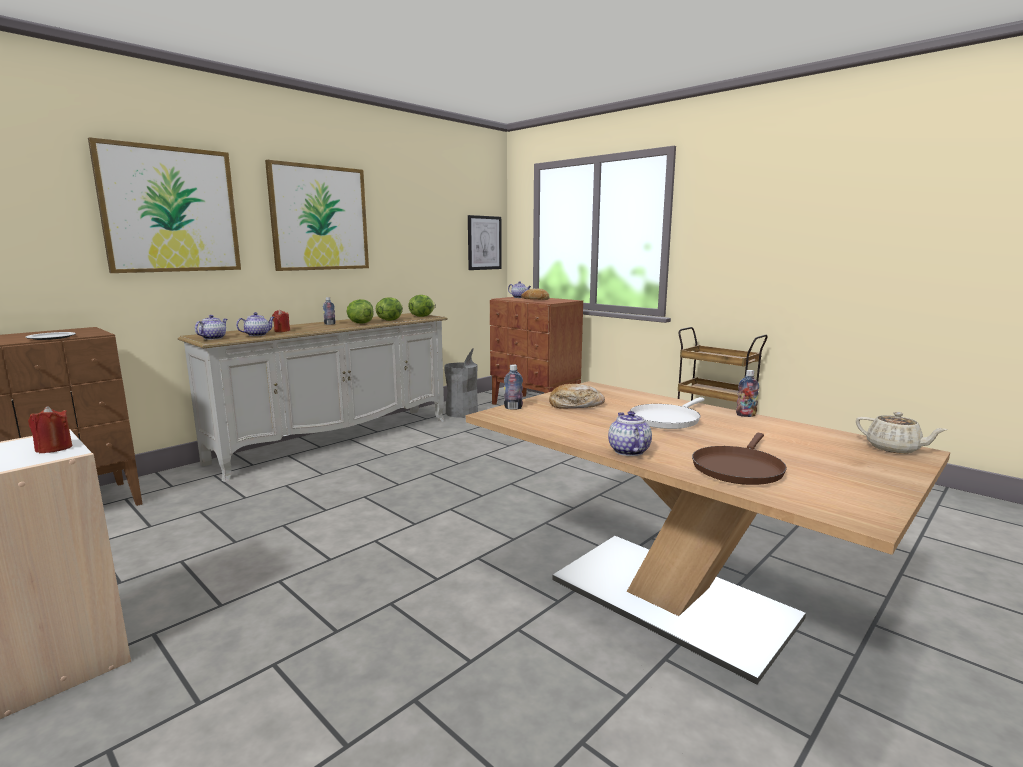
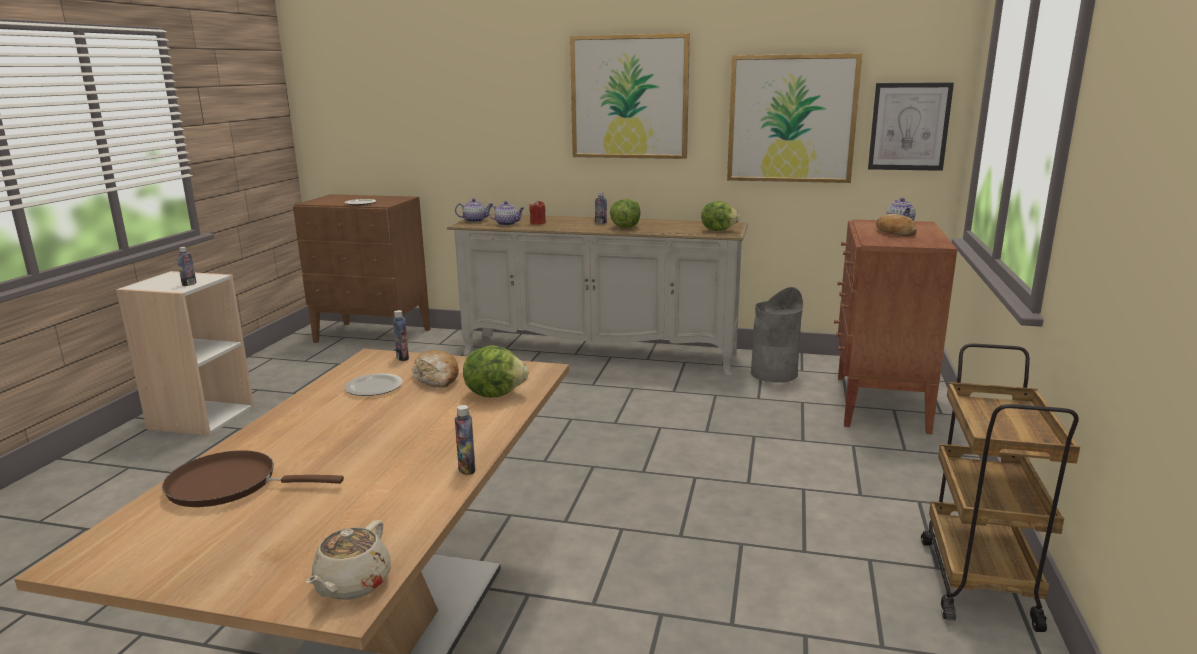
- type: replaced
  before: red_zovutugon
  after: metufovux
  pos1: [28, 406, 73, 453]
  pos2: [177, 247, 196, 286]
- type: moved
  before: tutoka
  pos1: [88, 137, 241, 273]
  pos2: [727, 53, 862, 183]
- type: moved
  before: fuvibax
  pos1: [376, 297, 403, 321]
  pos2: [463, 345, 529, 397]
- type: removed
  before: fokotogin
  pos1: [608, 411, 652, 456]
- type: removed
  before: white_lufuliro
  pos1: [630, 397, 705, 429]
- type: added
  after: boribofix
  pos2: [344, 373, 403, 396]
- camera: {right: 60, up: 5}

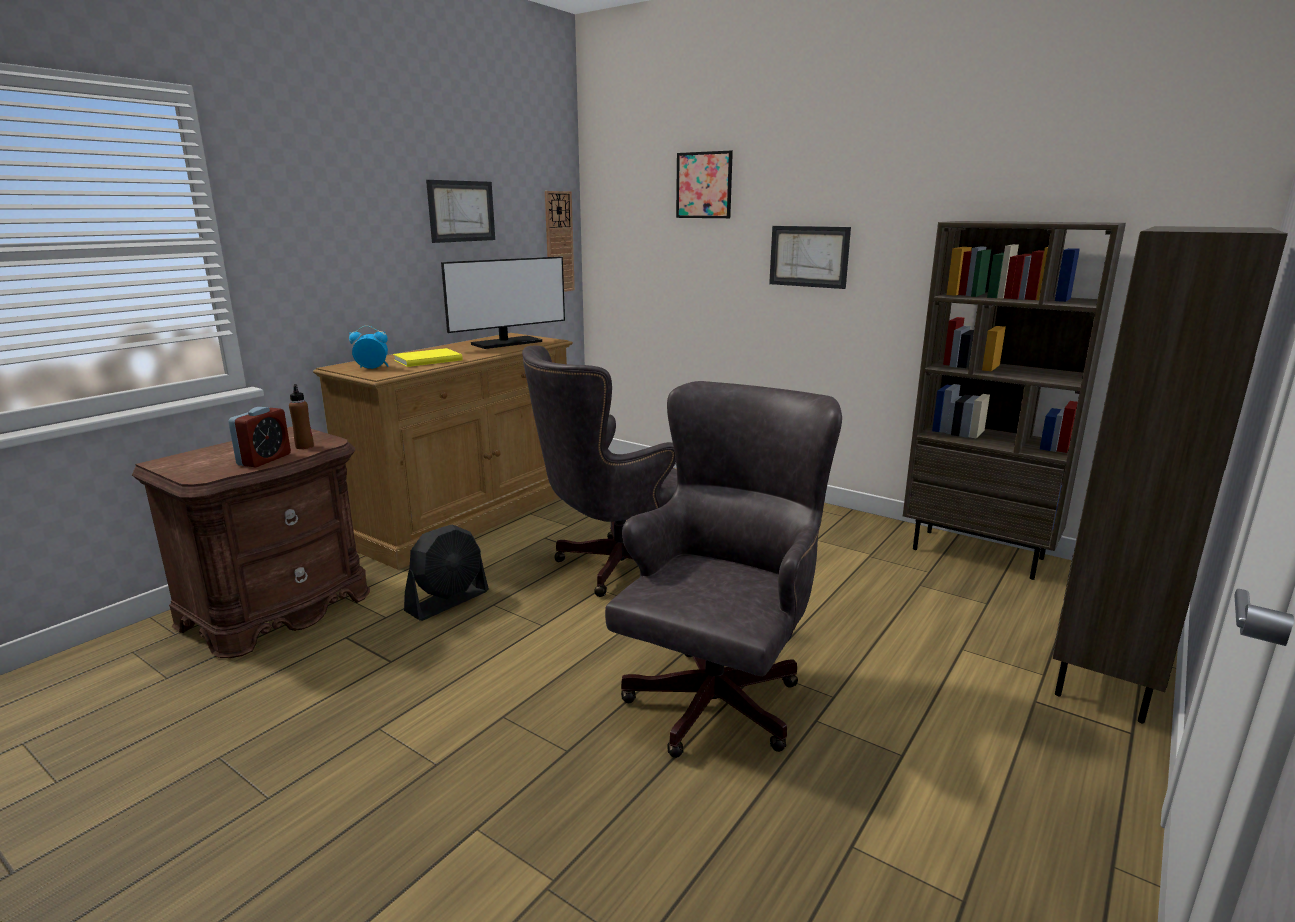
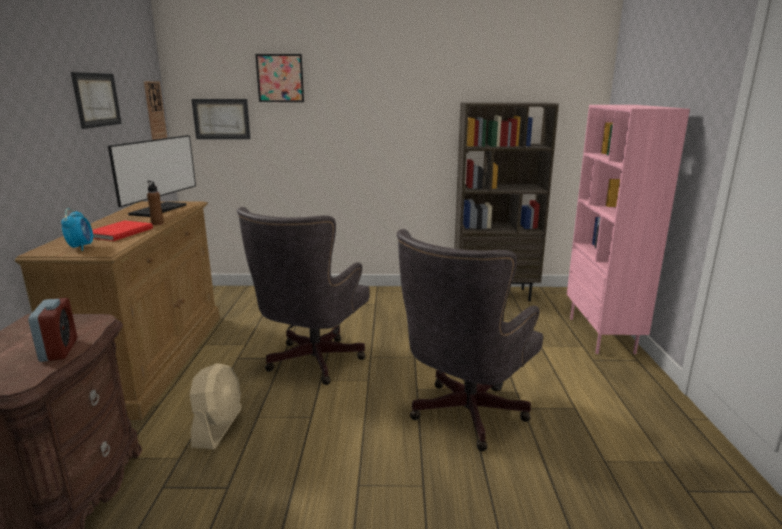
- type: moved
  before: brown_metufovux
  pos1: [289, 384, 314, 449]
  pos2: [147, 181, 164, 225]
- type: turned
  before: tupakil
  pos1: [349, 326, 389, 369]
  pos2: [61, 208, 93, 251]
  turn: 120
- type: recoloured
  before: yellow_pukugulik
  after: red_pukugulik
  pos1: [393, 348, 463, 367]
  pos2: [92, 220, 153, 241]
- type: recoloured
  before: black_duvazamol
  after: beige_duvazamol
  pos1: [404, 525, 489, 621]
  pos2: [190, 363, 242, 449]
- type: turned
  before: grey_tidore
  pos1: [605, 381, 842, 758]
  pos2: [397, 229, 543, 451]
  turn: -135
- type: moved
  before: tutoka
  pos1: [769, 226, 851, 289]
  pos2: [192, 99, 251, 139]
- type: recoloured
  before: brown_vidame
  after: pink_vidame
  pos1: [1053, 226, 1288, 723]
  pos2: [567, 105, 690, 354]
- camera: {right: -35, up: 0}

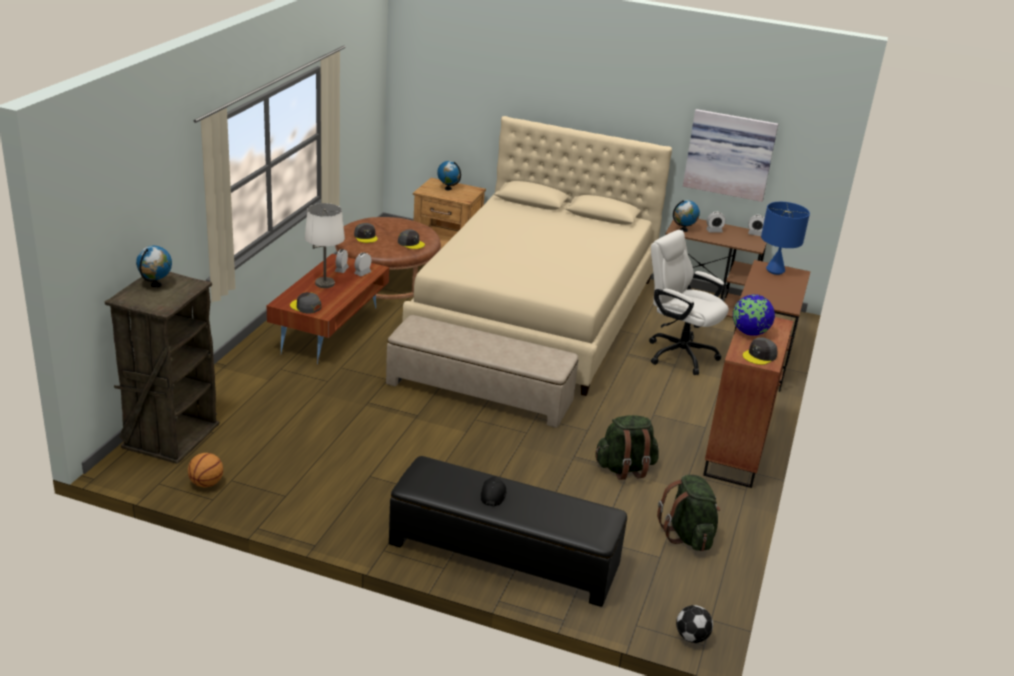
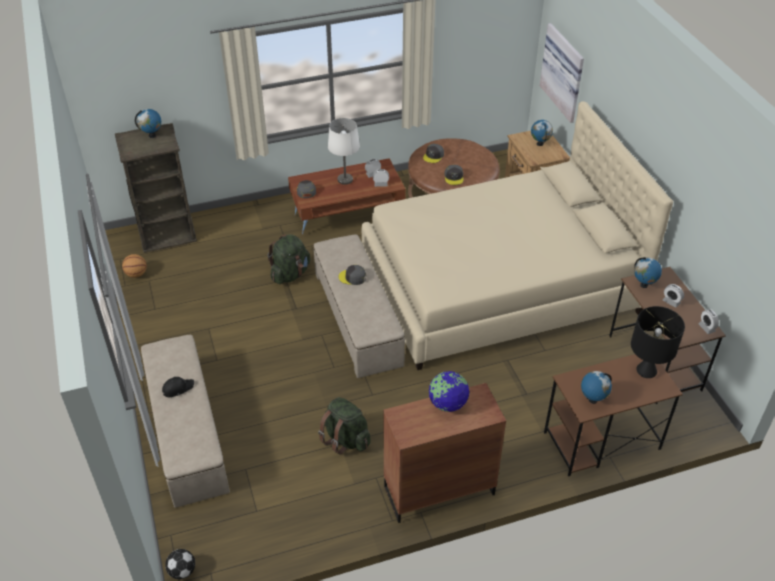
- type: recoloured
  before: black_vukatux
  after: beige_vukatux
  pos1: [389, 456, 627, 607]
  pos2: [141, 335, 230, 508]
- type: removed
  before: white_tidore
  pos1: [649, 230, 729, 375]
- type: moved
  before: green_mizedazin
  pos1: [657, 475, 721, 551]
  pos2: [268, 234, 310, 284]
- type: moved
  before: tutoka
  pos1: [683, 109, 778, 202]
  pos2: [540, 23, 584, 123]
- type: moved
  before: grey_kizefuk
  pos1: [743, 337, 778, 365]
  pos2: [338, 265, 366, 285]
- type: recoloured
  before: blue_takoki
  after: black_takoki
  pos1: [761, 202, 810, 275]
  pos2: [631, 306, 685, 378]
- type: added
  after: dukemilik
  pos2: [581, 371, 612, 404]
- camera: {right: 55, up: 15}

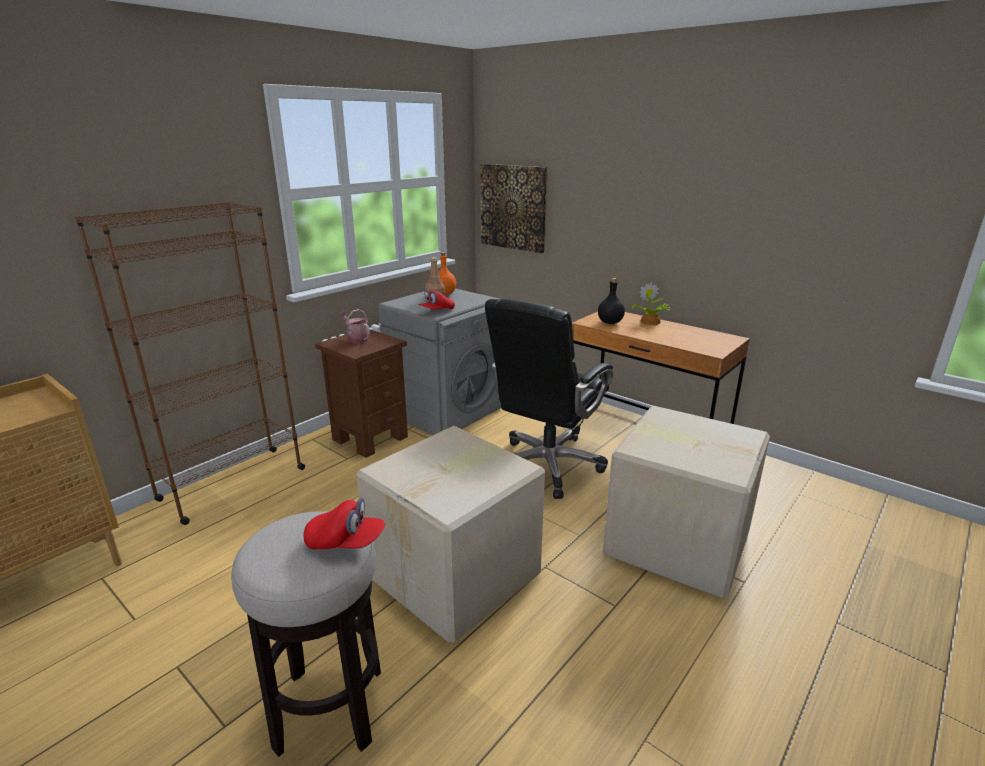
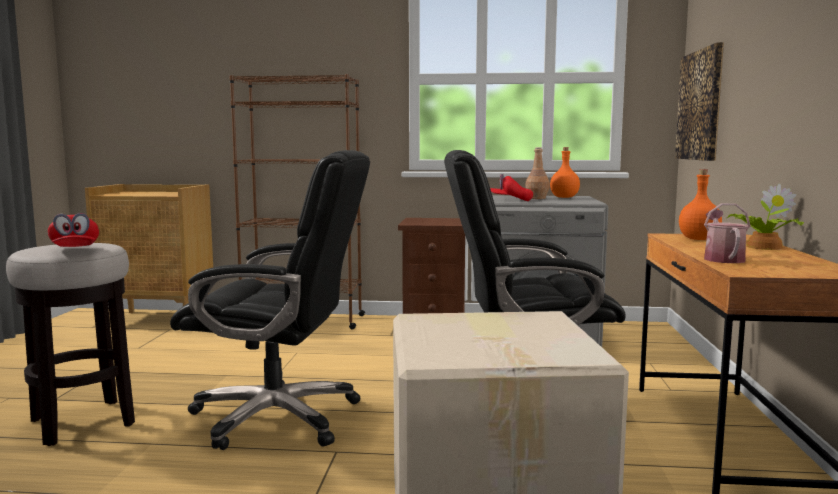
- type: moved
  before: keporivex
  pos1: [339, 309, 370, 343]
  pos2: [704, 203, 751, 263]
- type: replaced
  before: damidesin
  after: black_tidore
  pos1: [356, 426, 545, 643]
  pos2: [170, 150, 370, 450]
- type: recoloured
  before: black_metufovux
  after: orange_metufovux
  pos1: [598, 278, 625, 324]
  pos2: [679, 169, 722, 240]
- camera: {right: 55, up: -15}

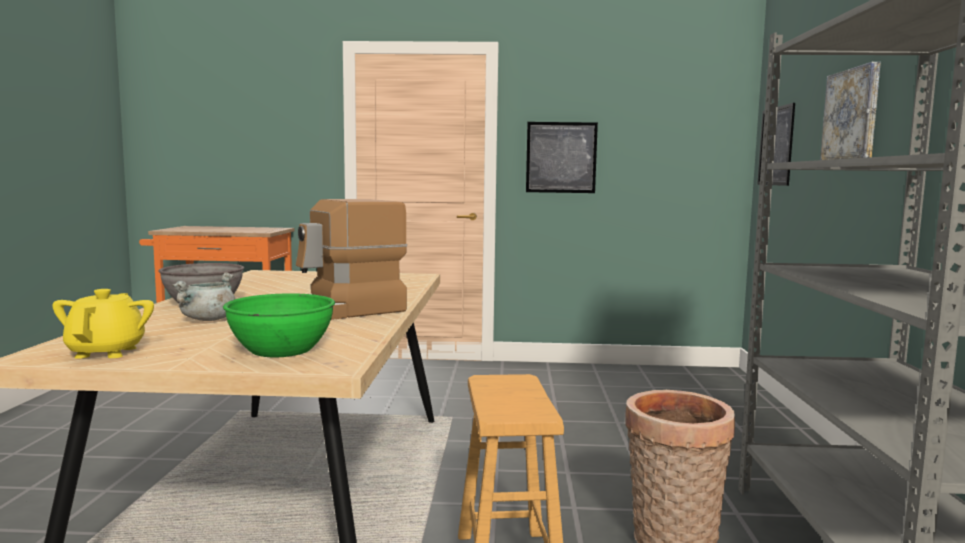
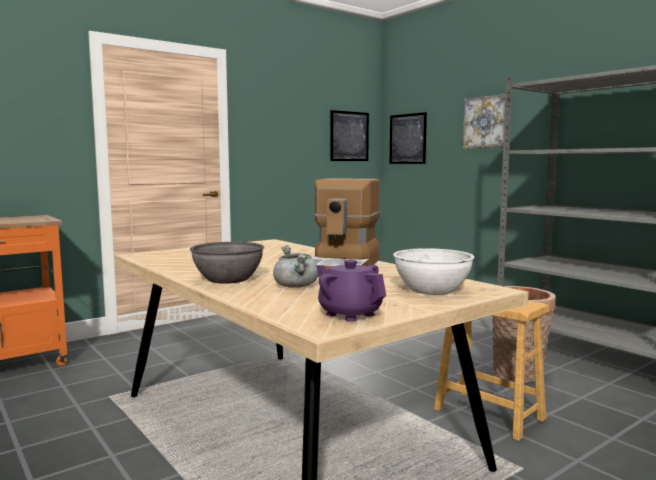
- type: recoloured
  before: yellow_fokotogin
  after: purple_fokotogin
  pos1: [52, 289, 154, 359]
  pos2: [316, 260, 386, 322]
- type: recoloured
  before: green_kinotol
  after: white_kinotol
  pos1: [223, 293, 335, 357]
  pos2: [393, 248, 474, 295]
- type: moved
  before: tutoka
  pos1: [526, 122, 598, 193]
  pos2: [330, 110, 369, 161]
- camera: {right: -40, up: 0}

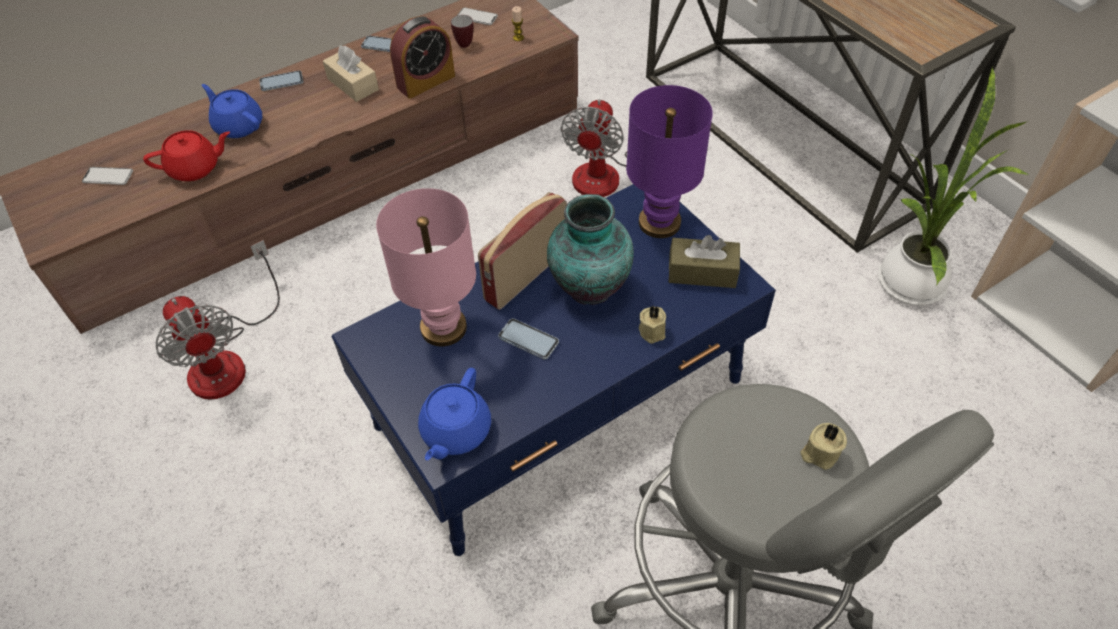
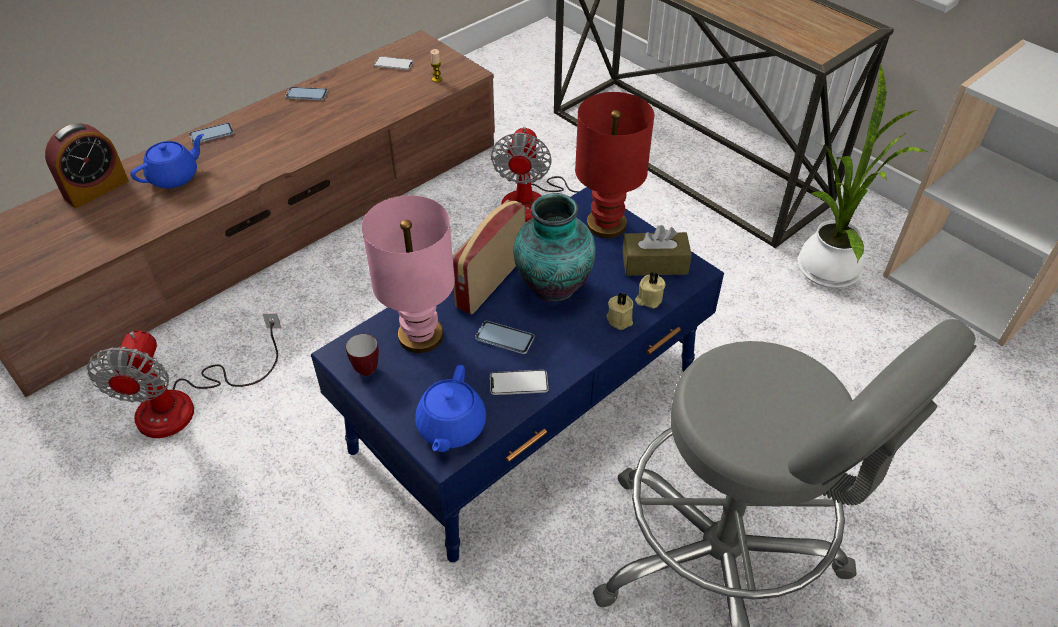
- type: moved
  before: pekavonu
  pos1: [82, 167, 133, 185]
  pos2: [490, 370, 549, 395]
- type: removed
  before: red_fokotogin
  pos1: [143, 130, 230, 181]
- type: turned
  before: duvazamol
  pos1: [156, 240, 280, 399]
  pos2: [87, 313, 281, 438]
  turn: 45
- type: turned
  before: blue_fokotogin
  pos1: [202, 84, 262, 138]
  pos2: [130, 134, 204, 189]
  turn: 105
- type: removed
  before: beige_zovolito
  pos1: [323, 45, 379, 102]
- type: moved
  before: tupakil
  pos1: [390, 16, 455, 99]
  pos2: [45, 123, 129, 208]
- type: moved
  before: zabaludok
  pos1: [451, 15, 474, 48]
  pos2: [346, 334, 379, 376]
- type: recoloured
  before: purple_takoki
  after: red_takoki
  pos1: [626, 85, 713, 238]
  pos2: [575, 92, 654, 238]
- type: moved
  before: beige_zovutugon
  pos1: [800, 423, 847, 470]
  pos2: [635, 272, 665, 308]
- camera: {right: -10, up: -5}

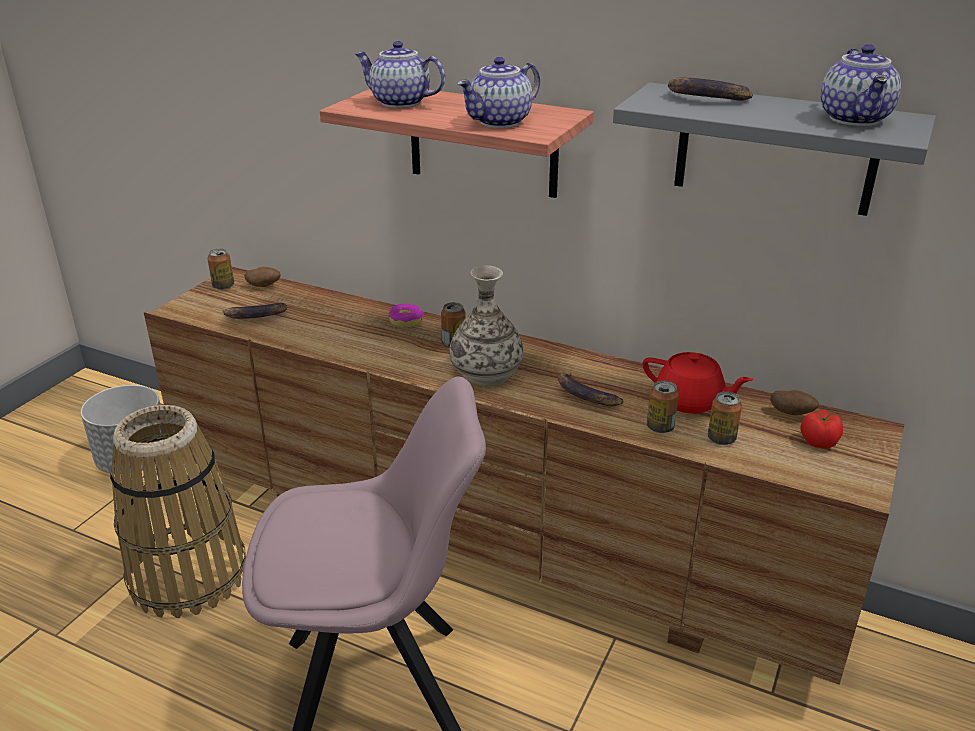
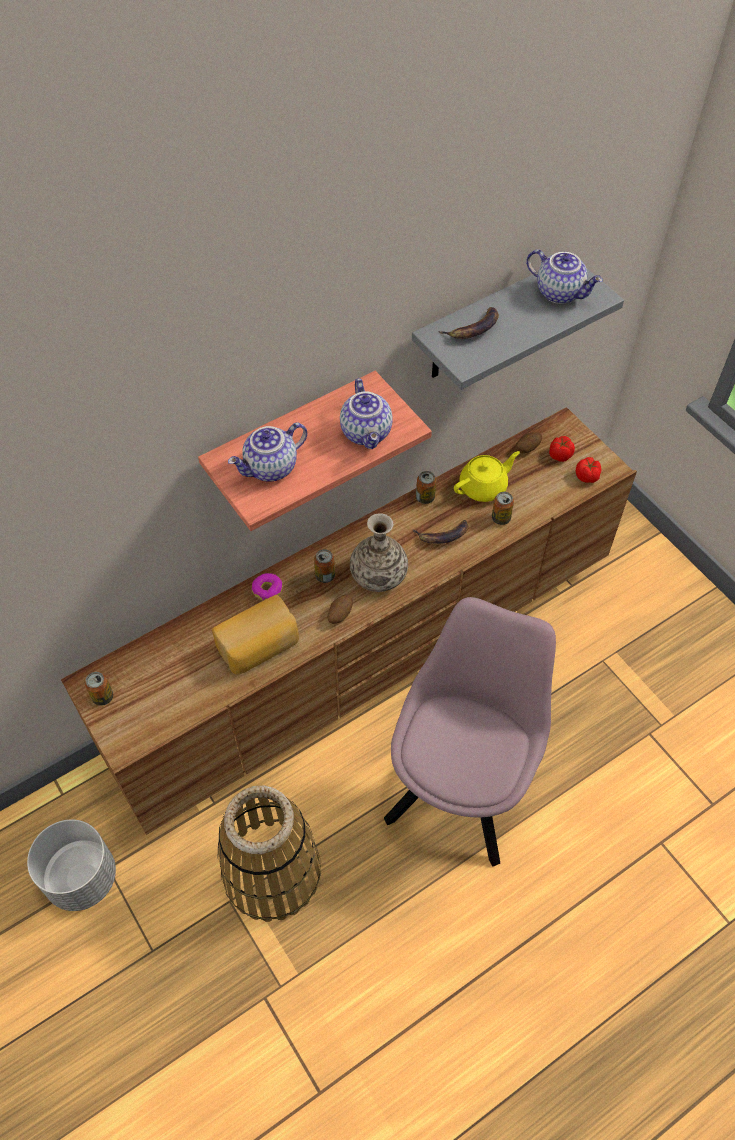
- type: removed
  before: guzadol
  pos1: [222, 303, 287, 319]
- type: moved
  before: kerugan
  pos1: [244, 267, 281, 287]
  pos2: [327, 595, 353, 624]
- type: recoloured
  before: red_fokotogin
  after: yellow_fokotogin
  pos1: [642, 352, 753, 414]
  pos2: [454, 451, 520, 502]
- type: moved
  before: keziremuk
  pos1: [708, 391, 742, 445]
  pos2: [416, 471, 436, 504]
- type: added
  after: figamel
  pos2: [212, 595, 299, 675]
- type: added
  after: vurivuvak
  pos2: [576, 457, 601, 483]
- camera: {right: -60, up: 25}

